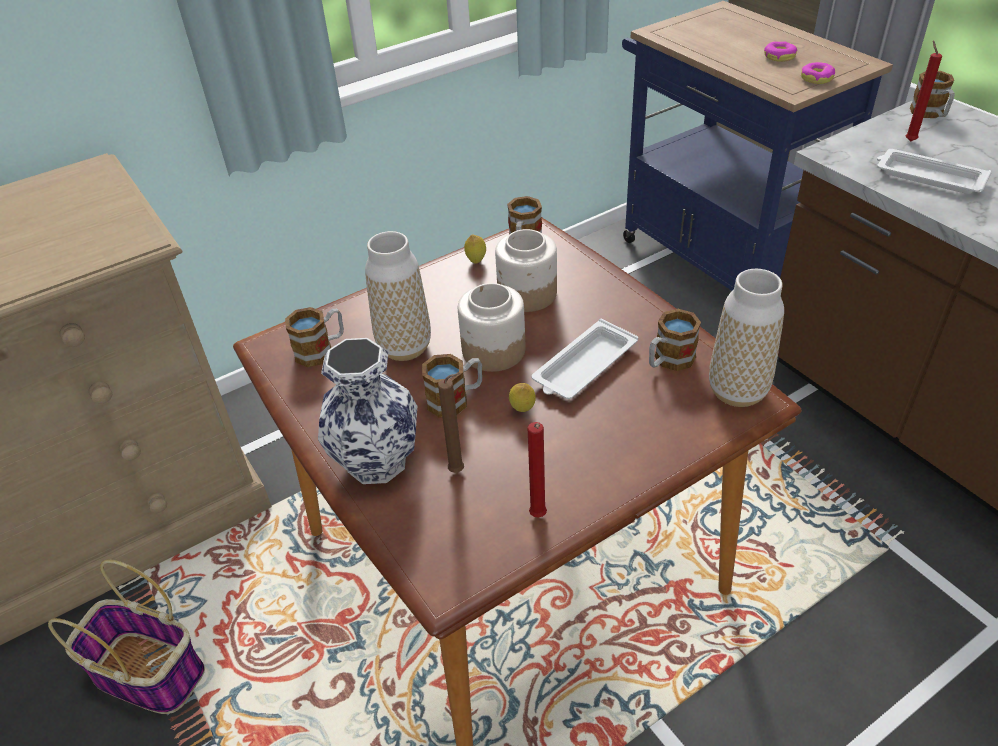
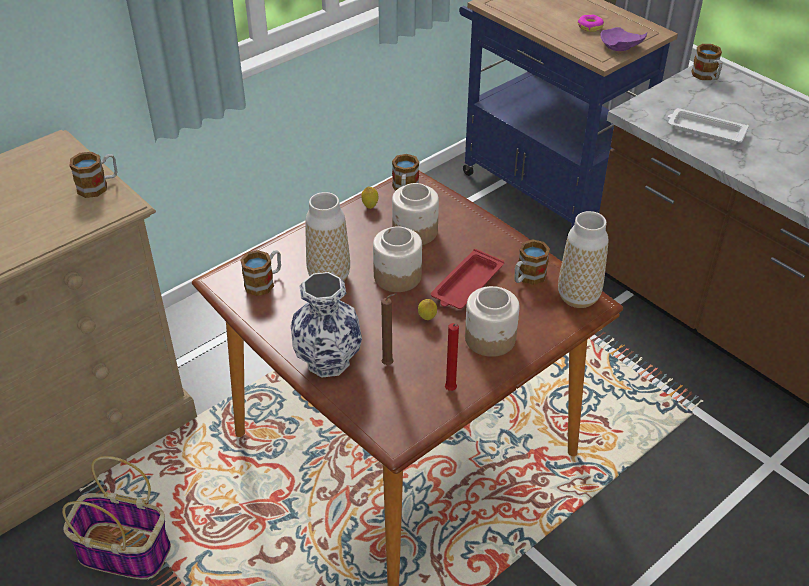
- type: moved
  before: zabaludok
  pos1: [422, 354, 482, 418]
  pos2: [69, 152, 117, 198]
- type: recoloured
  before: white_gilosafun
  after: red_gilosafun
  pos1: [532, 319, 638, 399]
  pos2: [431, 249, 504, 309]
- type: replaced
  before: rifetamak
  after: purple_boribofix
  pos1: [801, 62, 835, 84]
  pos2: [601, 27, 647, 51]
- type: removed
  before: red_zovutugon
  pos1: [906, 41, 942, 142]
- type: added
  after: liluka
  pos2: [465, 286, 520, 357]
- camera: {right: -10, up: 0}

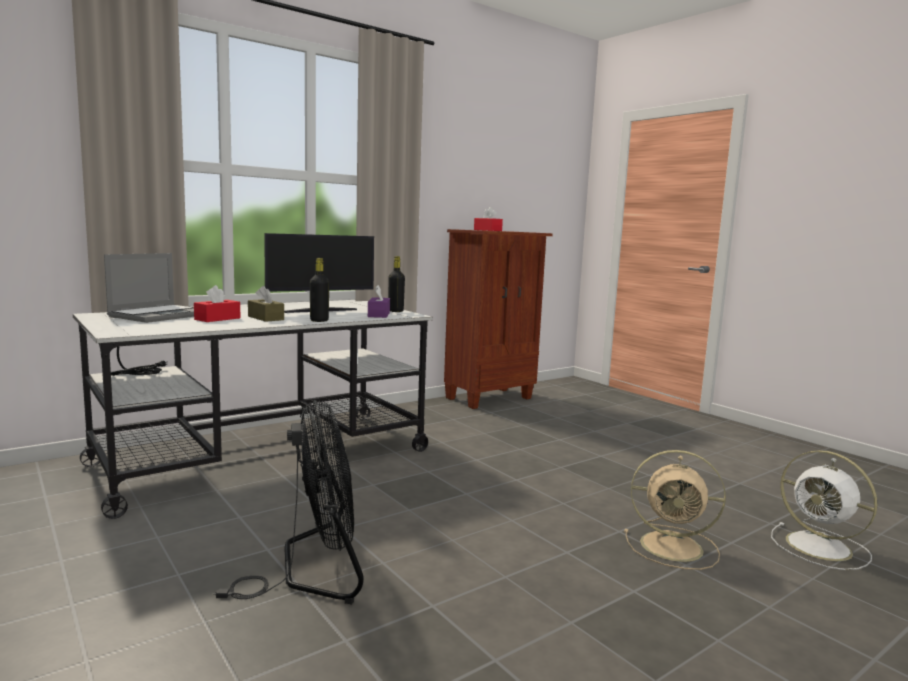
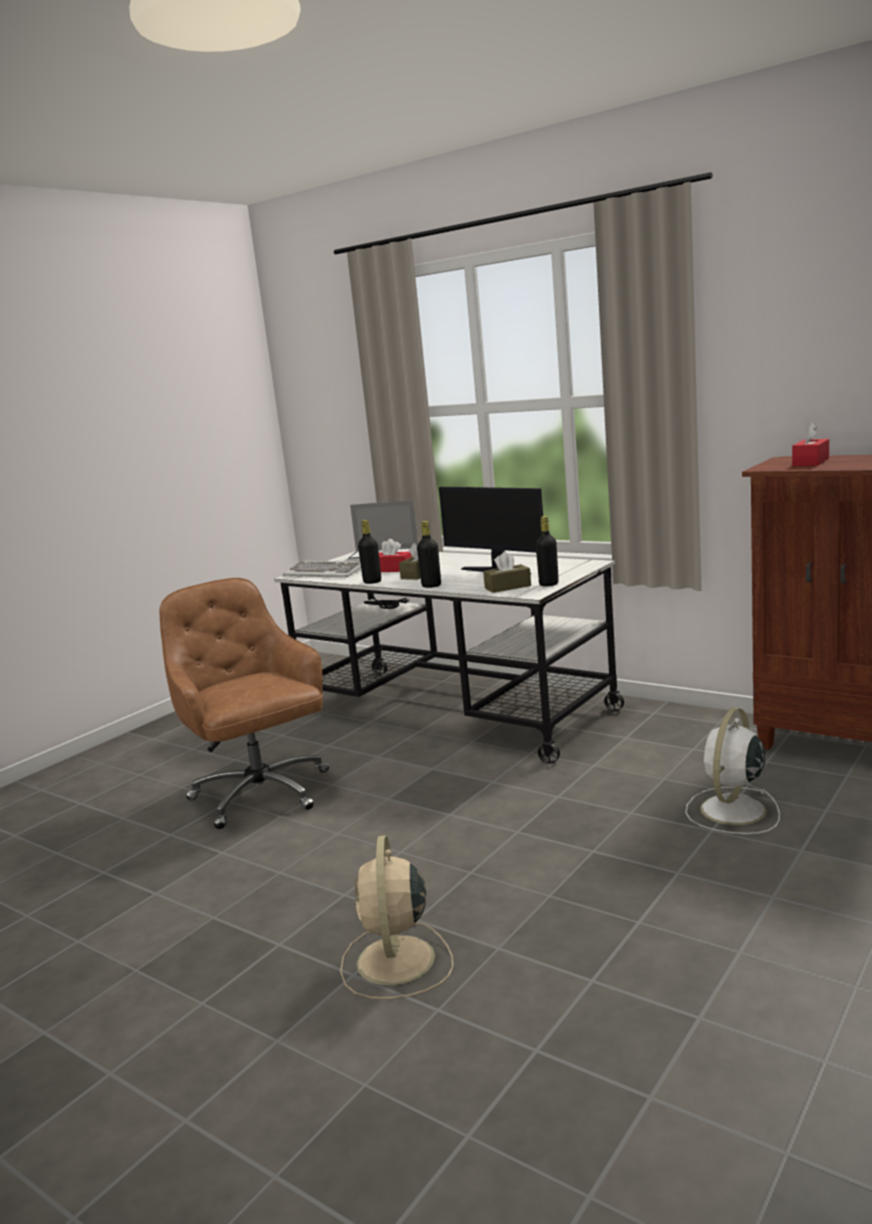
- type: replaced
  before: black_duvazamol
  after: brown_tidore
  pos1: [213, 400, 363, 605]
  pos2: [159, 578, 329, 829]
- type: recoloured
  before: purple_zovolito
  after: brown_zovolito
  pos1: [368, 285, 390, 318]
  pos2: [483, 552, 531, 593]
- type: moved
  before: white_duvazamol
  pos1: [771, 450, 878, 570]
  pos2: [686, 708, 780, 834]
- type: added
  after: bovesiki
  pos2: [283, 561, 361, 577]
- type: added
  after: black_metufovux
  pos2: [358, 520, 381, 584]
- camera: {right: 75, up: 5}

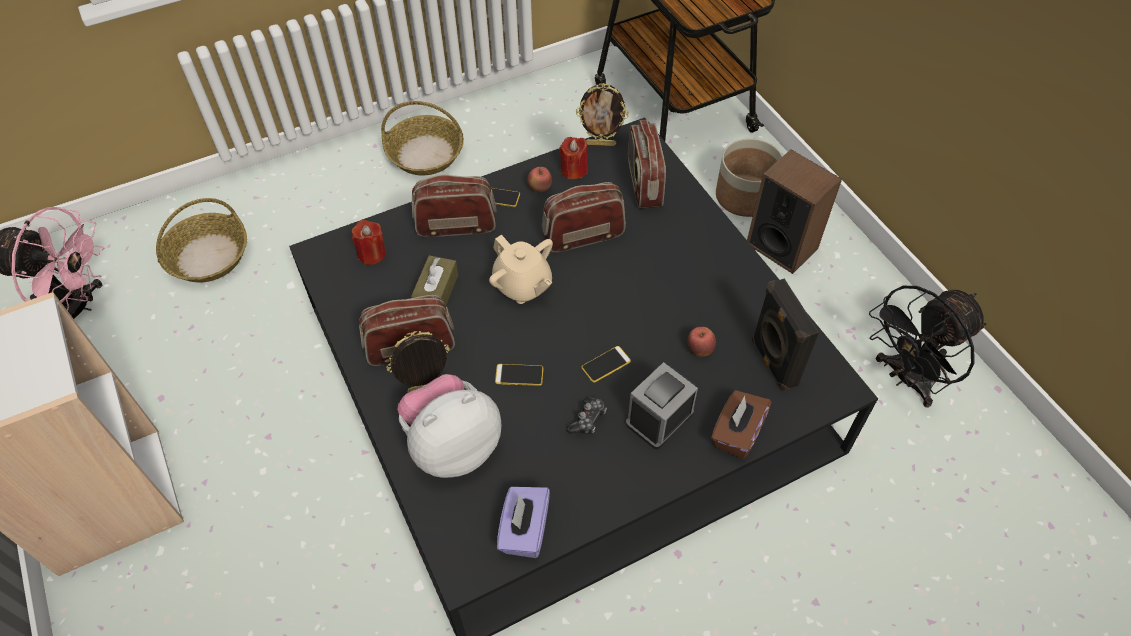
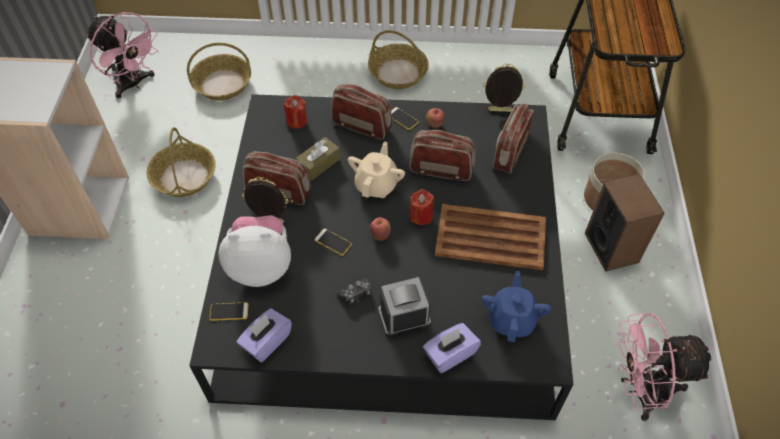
- type: turned
  before: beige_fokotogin
  pos1: [489, 235, 553, 304]
  pos2: [348, 142, 405, 198]
  turn: -150
- type: moved
  before: red_zovutugon
  pos1: [559, 137, 588, 179]
  pos2: [410, 189, 434, 225]
- type: turned
  before: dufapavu
  pos1: [576, 83, 629, 146]
  pos2: [483, 63, 525, 112]
  turn: 150
- type: moved
  before: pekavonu
  pos1: [581, 346, 631, 383]
  pos2: [209, 302, 248, 321]
- type: moved
  before: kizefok
  pos1: [688, 327, 716, 356]
  pos2: [370, 217, 391, 241]
- type: recoloured
  before: brown_zovolito
  after: purple_zovolito
  pos1: [711, 390, 771, 459]
  pos2: [423, 323, 481, 373]
- type: replaced
  before: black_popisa
  after: blue_fokotogin
  pos1: [752, 279, 819, 392]
  pos2: [482, 271, 551, 342]
- type: recoloured
  before: black_duvazamol
  after: pink_duvazamol
  pos1: [869, 286, 986, 408]
  pos2: [616, 313, 712, 421]
- type: added
  after: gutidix
  pos2: [147, 127, 216, 197]
- type: added
  after: brown_gilosafun
  pos2: [435, 204, 546, 270]
- camera: {right: 30, up: 0}

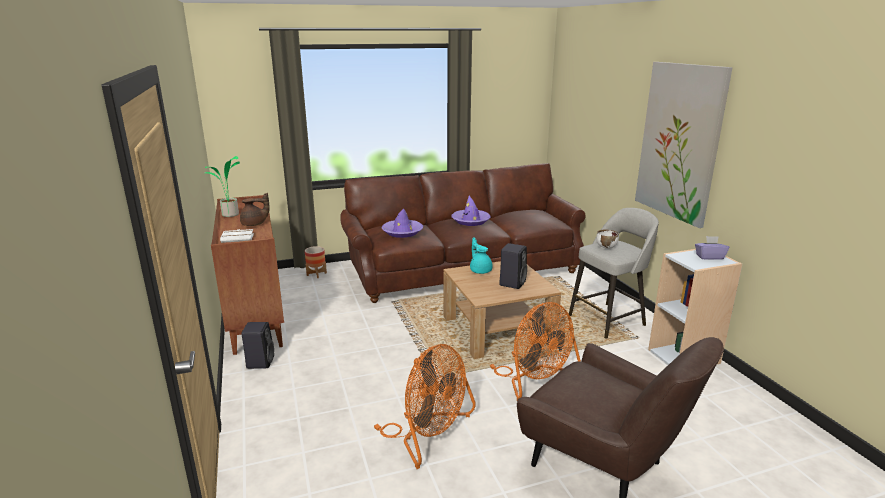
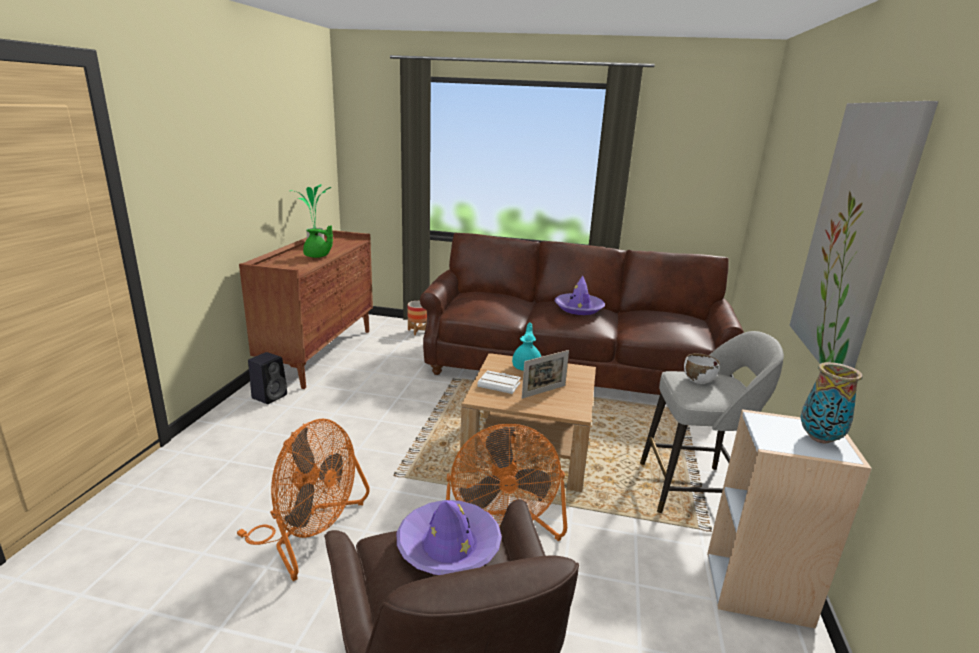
- type: moved
  before: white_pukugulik
  pos1: [220, 229, 254, 243]
  pos2: [477, 370, 521, 394]
- type: recoloured
  before: brown_fokotogin
  after: green_fokotogin
  pos1: [240, 193, 270, 226]
  pos2: [303, 225, 333, 258]
- type: turned
  before: orange_duvazamol
  pos1: [374, 344, 476, 469]
  pos2: [237, 419, 370, 581]
  turn: -45
- type: moved
  before: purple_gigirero
  pos1: [382, 209, 423, 238]
  pos2: [397, 500, 502, 575]
- type: replaced
  before: black_popisa
  after: dufapavu
  pos1: [499, 243, 527, 289]
  pos2: [522, 350, 569, 399]
- type: replaced
  before: purple_zovolito
  after: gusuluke
  pos1: [695, 236, 729, 260]
  pos2: [800, 362, 863, 443]
- camera: {right: 30, up: 0}

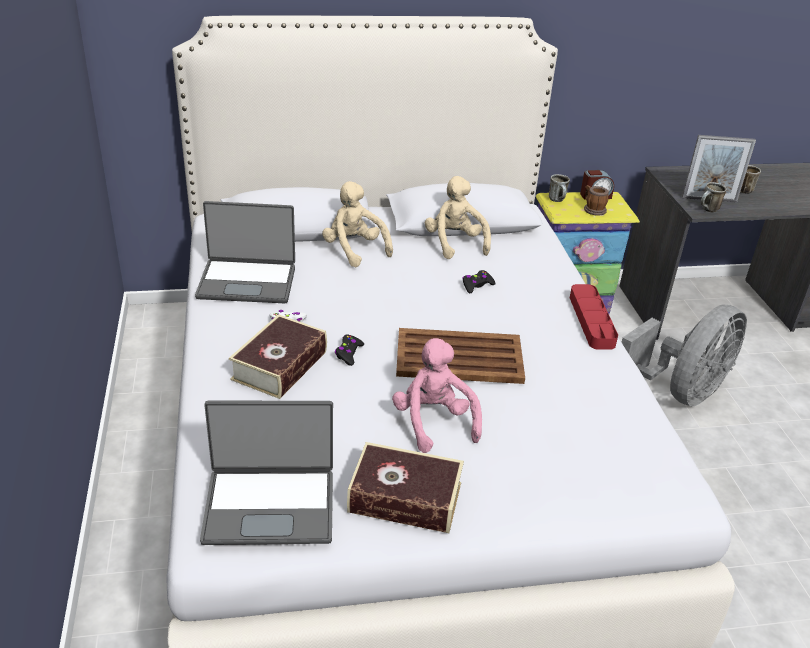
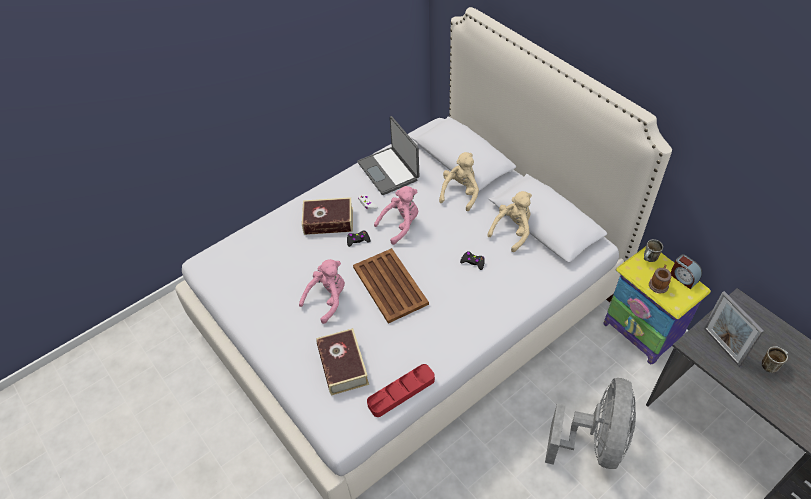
- type: removed
  before: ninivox
  pos1: [200, 401, 333, 545]
- type: moved
  before: pukugulik
  pos1: [347, 442, 464, 533]
  pos2: [316, 328, 369, 396]
- type: moved
  before: red_gilosafun
  pos1: [570, 284, 618, 349]
  pos2: [367, 364, 435, 417]
- type: turned
  before: grey_duvazamol
  pos1: [621, 305, 747, 407]
  pos2: [545, 378, 636, 469]
  turn: -90
- type: removed
  before: zabaludok
  pos1: [701, 182, 727, 212]
- type: added
  after: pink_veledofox
  pos2: [374, 186, 418, 245]
- camera: {right: 65, up: 15}

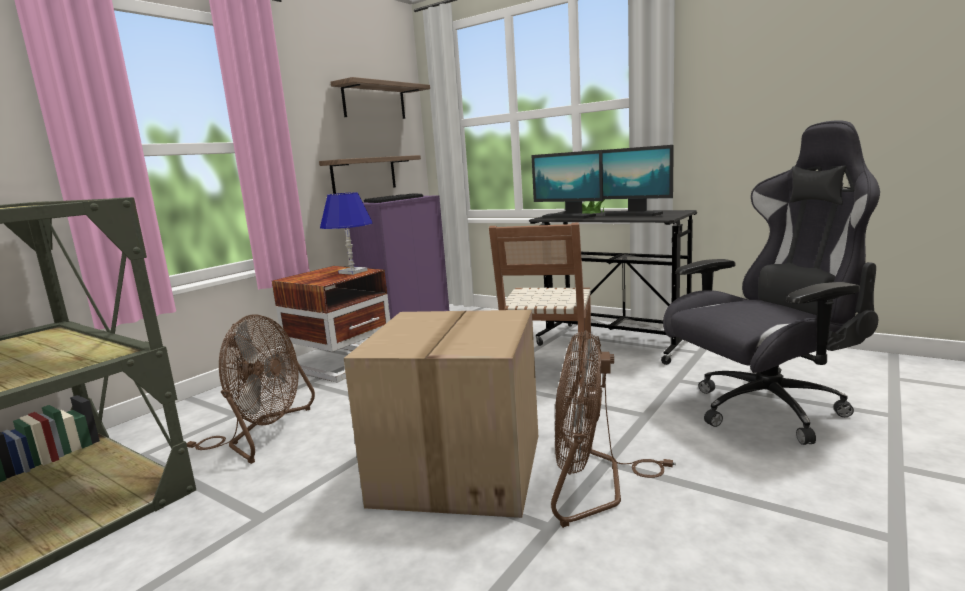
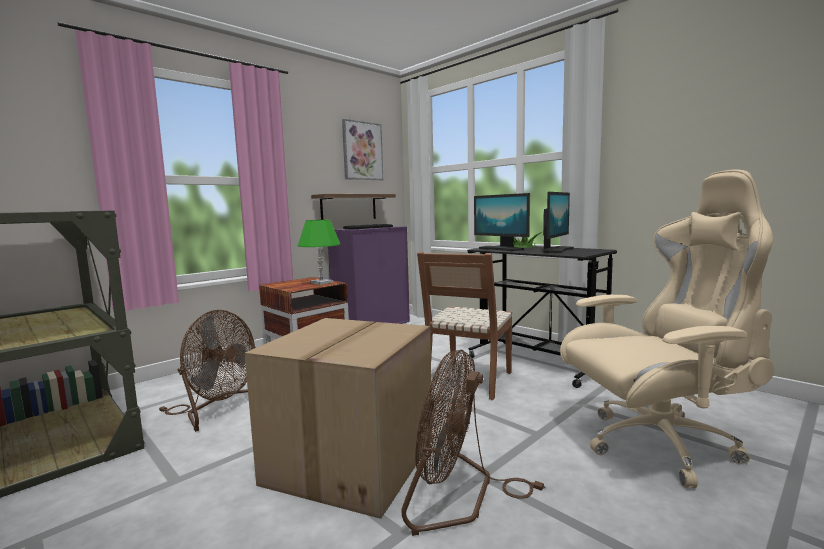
- type: recoloured
  before: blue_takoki
  after: green_takoki
  pos1: [320, 192, 372, 275]
  pos2: [298, 220, 340, 285]
- type: replaced
  before: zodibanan
  after: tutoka
  pos1: [331, 77, 430, 119]
  pos2: [342, 119, 383, 180]
- type: turned
  before: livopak
  pos1: [602, 145, 674, 216]
  pos2: [543, 192, 574, 253]
  turn: -105
- type: recoloured
  before: black_tidore
  after: beige_tidore
  pos1: [663, 121, 880, 445]
  pos2: [560, 170, 774, 488]
- camera: {right: 10, up: -5}

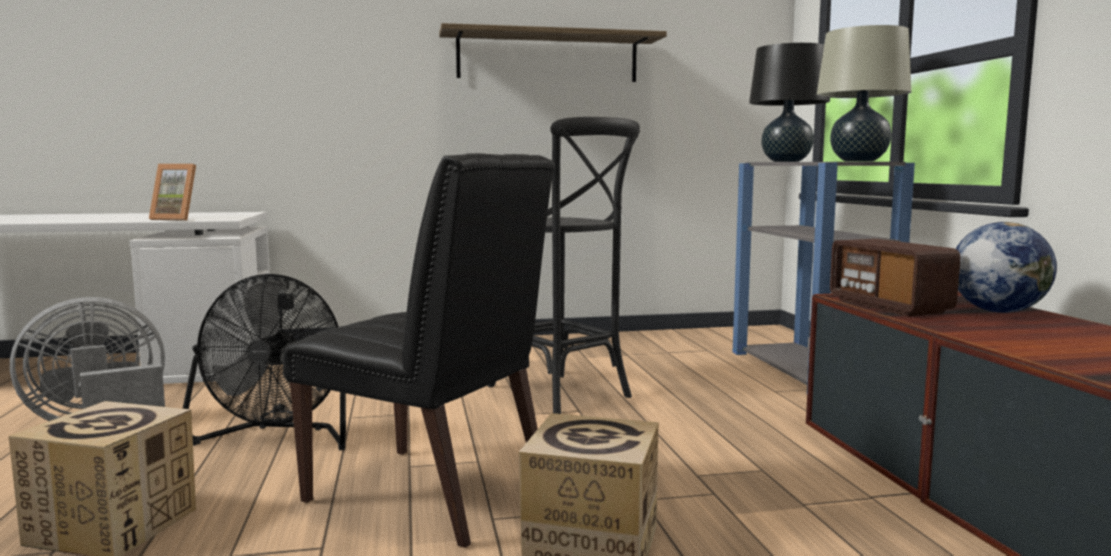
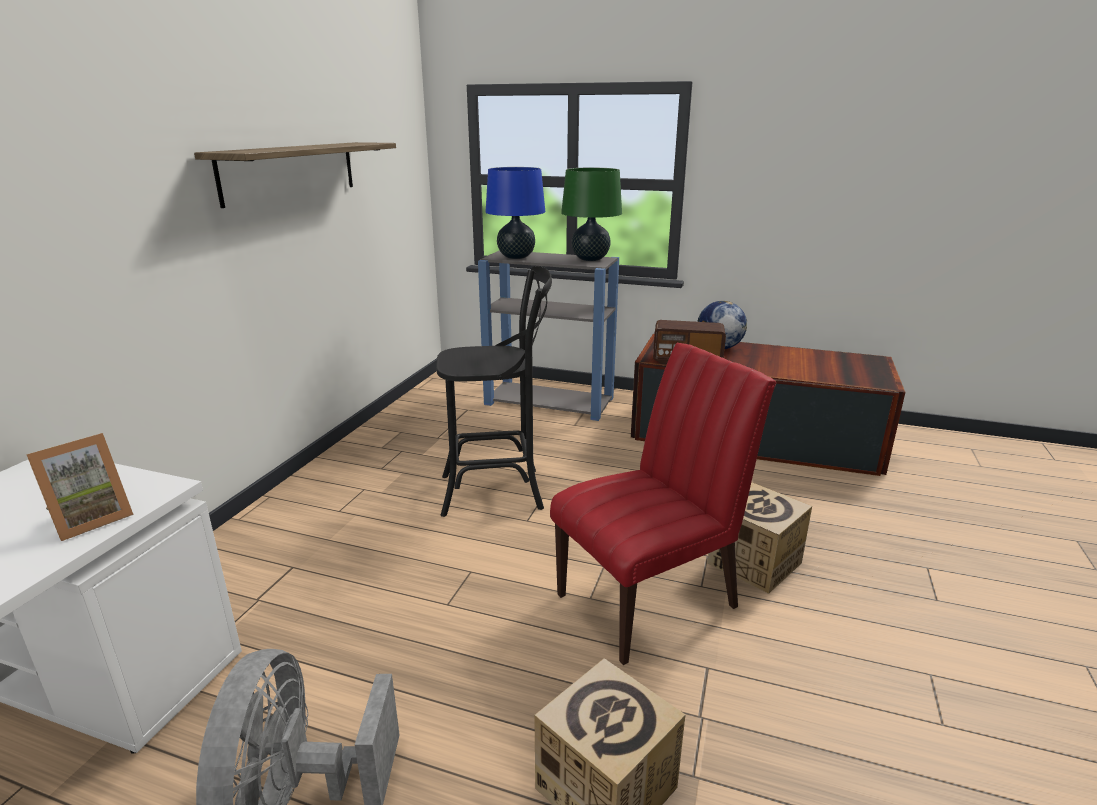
- type: removed
  before: black_duvazamol
  pos1: [183, 274, 346, 450]
- type: recoloured
  before: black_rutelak
  after: red_rutelak
  pos1: [283, 153, 555, 548]
  pos2: [550, 343, 776, 665]
- type: recoloured
  before: black_takoki
  after: blue_takoki
  pos1: [749, 43, 830, 162]
  pos2: [486, 167, 545, 259]
- type: recoloured
  before: beige_takoki
  after: green_takoki
  pos1: [817, 25, 911, 161]
  pos2: [561, 168, 622, 261]
- camera: {right: -60, up: 15}

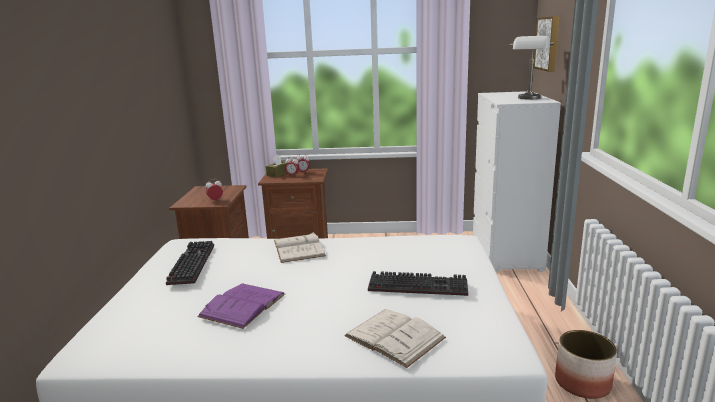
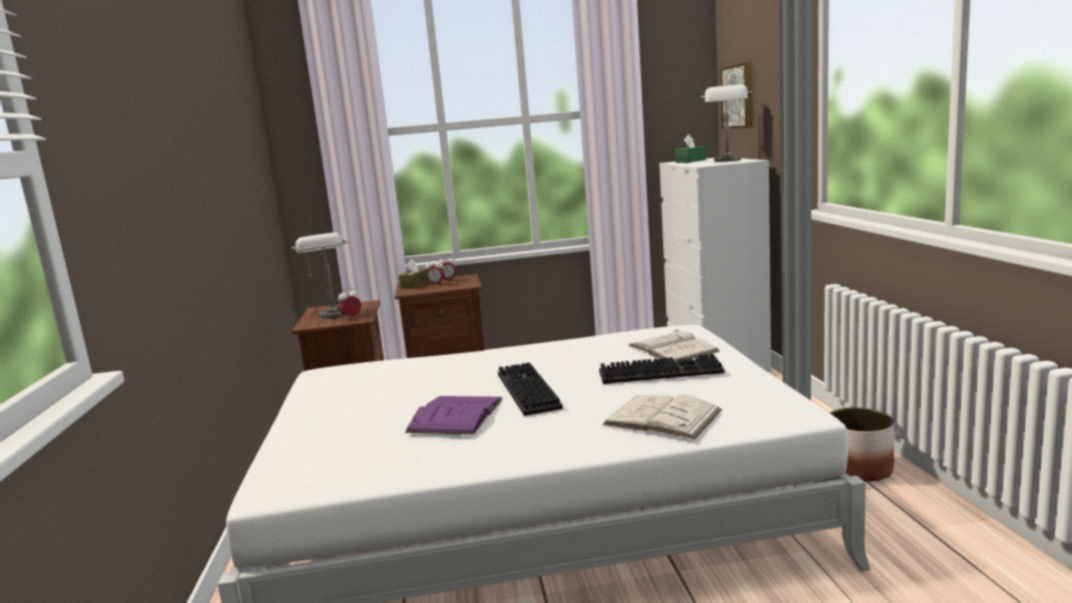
- type: moved
  before: bovesiki
  pos1: [166, 241, 214, 285]
  pos2: [498, 363, 563, 416]
- type: moved
  before: white_pukugulik
  pos1: [274, 232, 326, 263]
  pos2: [628, 329, 719, 361]
- type: added
  after: grey_takoki
  pos2: [291, 232, 349, 319]
- type: added
  after: green_zovolito
  pos2: [675, 134, 706, 163]
- camera: {right: -10, up: -5}

